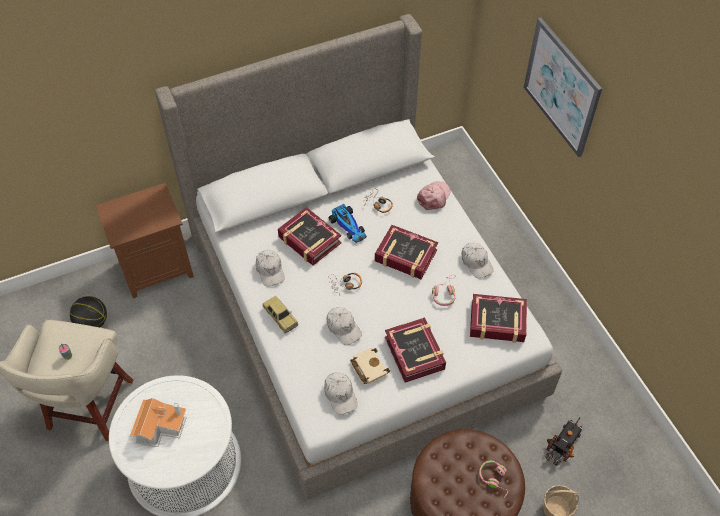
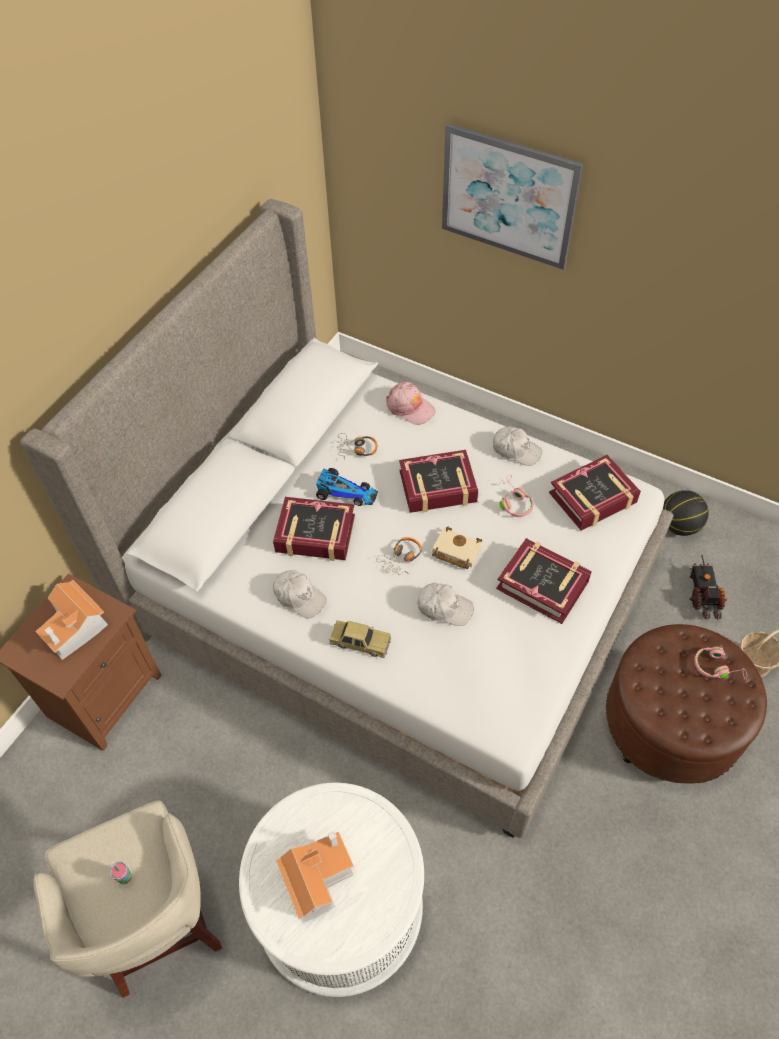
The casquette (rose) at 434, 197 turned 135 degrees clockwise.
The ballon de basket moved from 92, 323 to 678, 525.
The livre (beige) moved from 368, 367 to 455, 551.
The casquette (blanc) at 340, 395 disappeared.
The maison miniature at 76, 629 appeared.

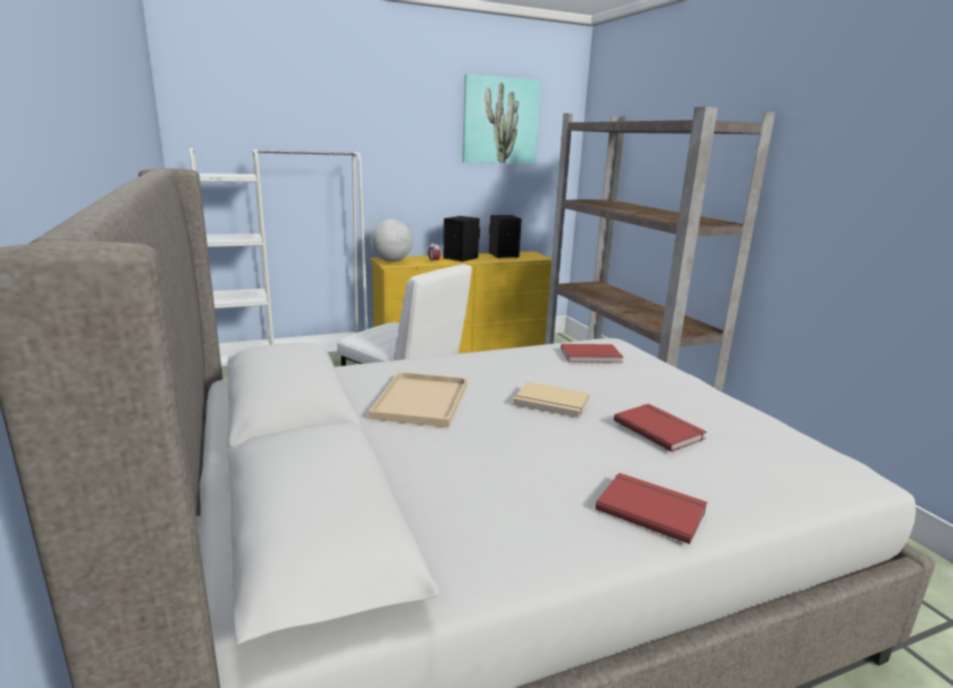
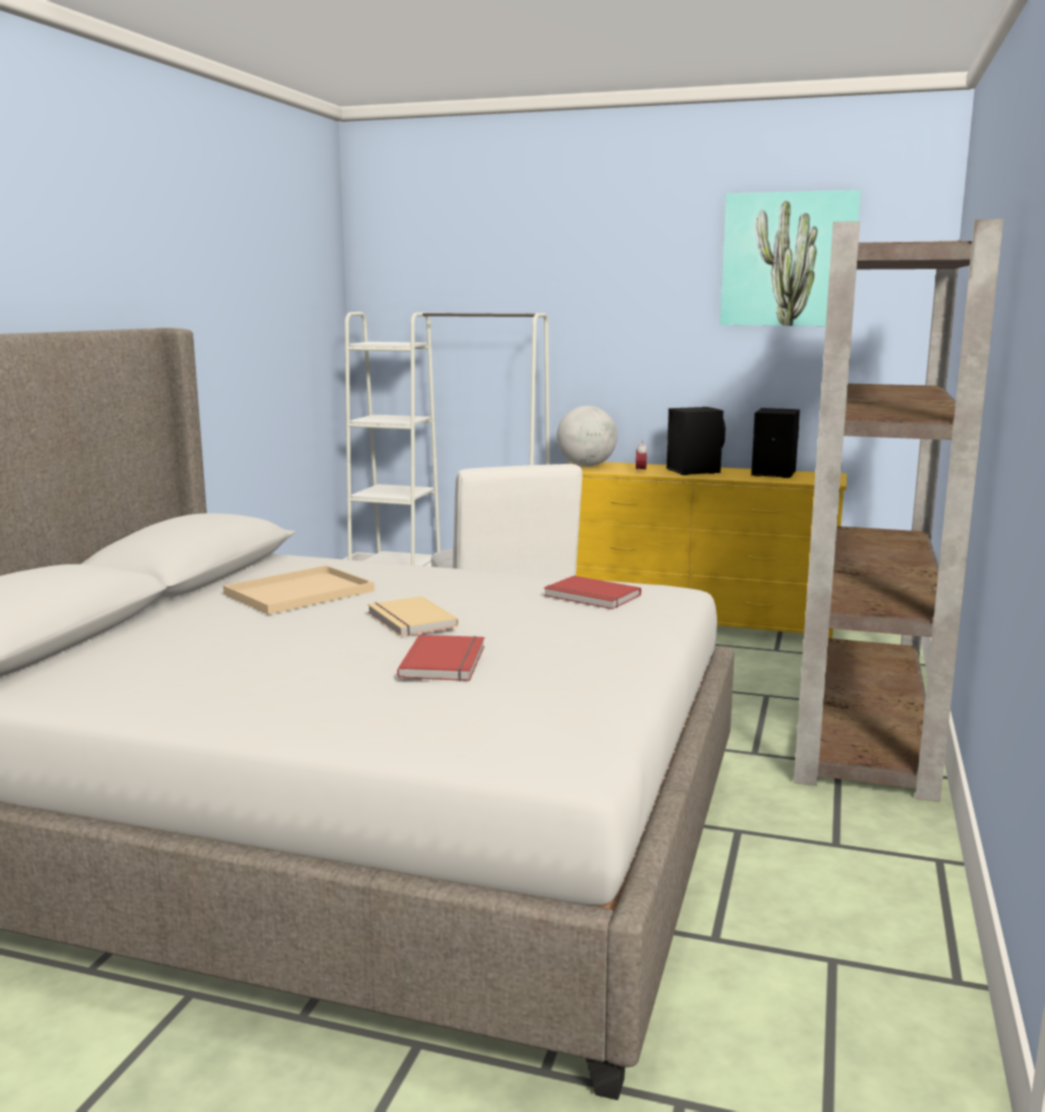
The livre (rouge) at 651, 508 disappeared.

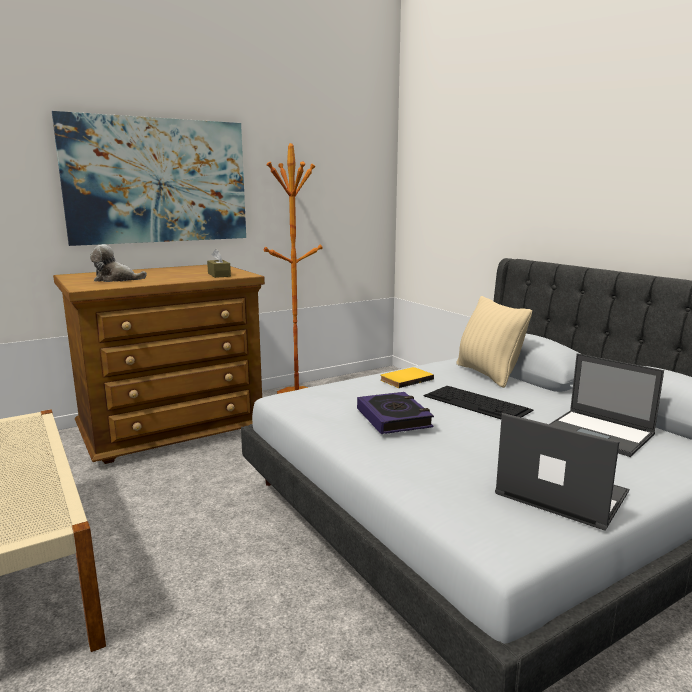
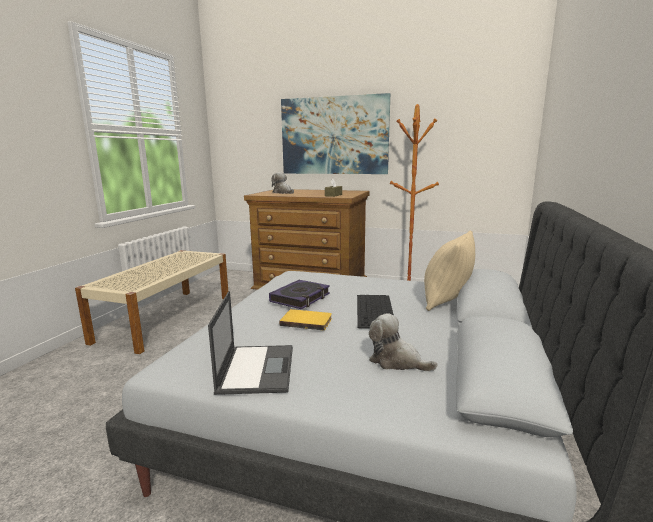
The ordinateur portable at 600, 433 was replaced by the peluche at 396, 361.
The livre (jaune) moved from 405, 379 to 307, 321.

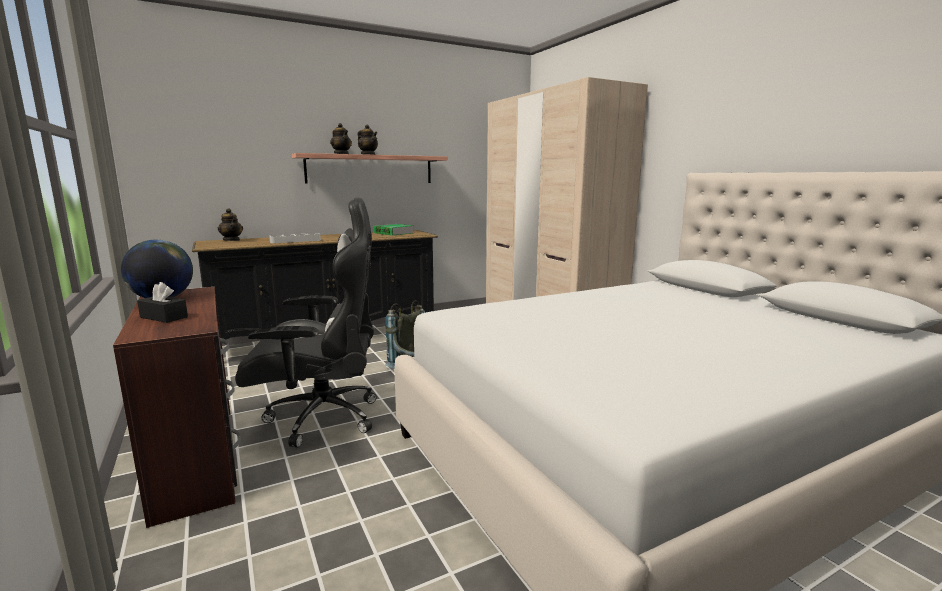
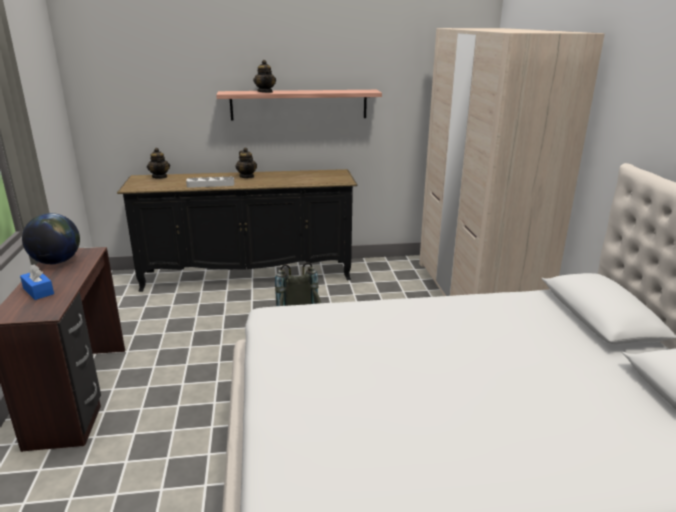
The théière moved from 368, 154 to 247, 176.
The chaise de bureau (noir) at 316, 419 disappeared.
The livre at 394, 233 disappeared.
The boîte à mouchoirs (noir) at 164, 317 became the boîte à mouchoirs (bleu) at 38, 291.

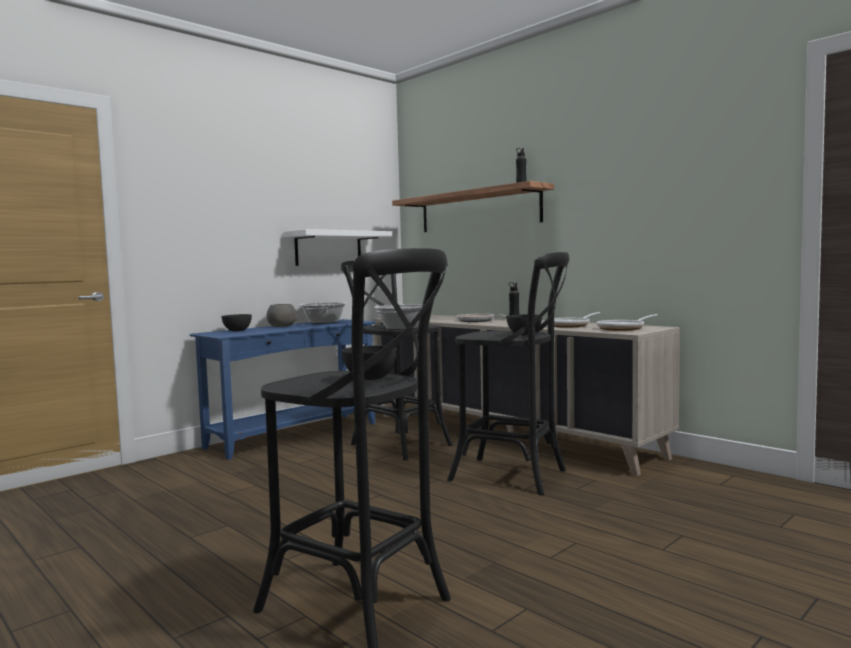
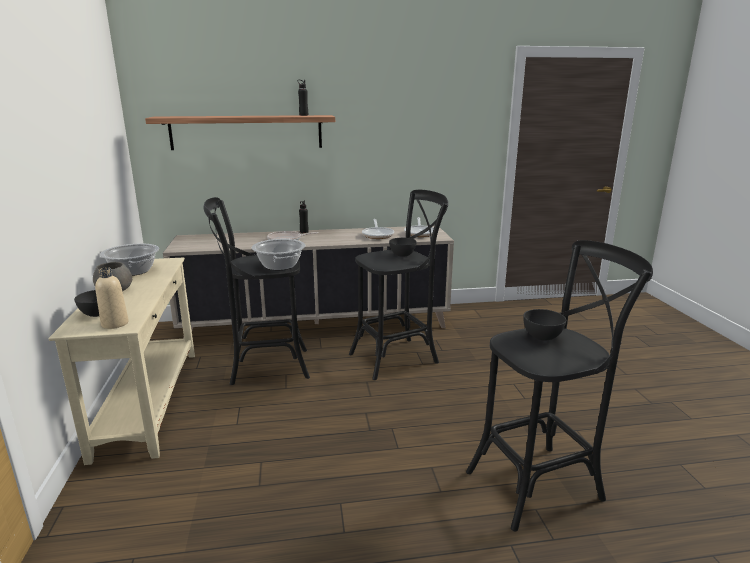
The étagère (blanc) at 328, 248 disappeared.
The table console (bleu) at 294, 435 became the table console (beige) at 148, 400.
The bouteille (beige) at 115, 324 appeared.

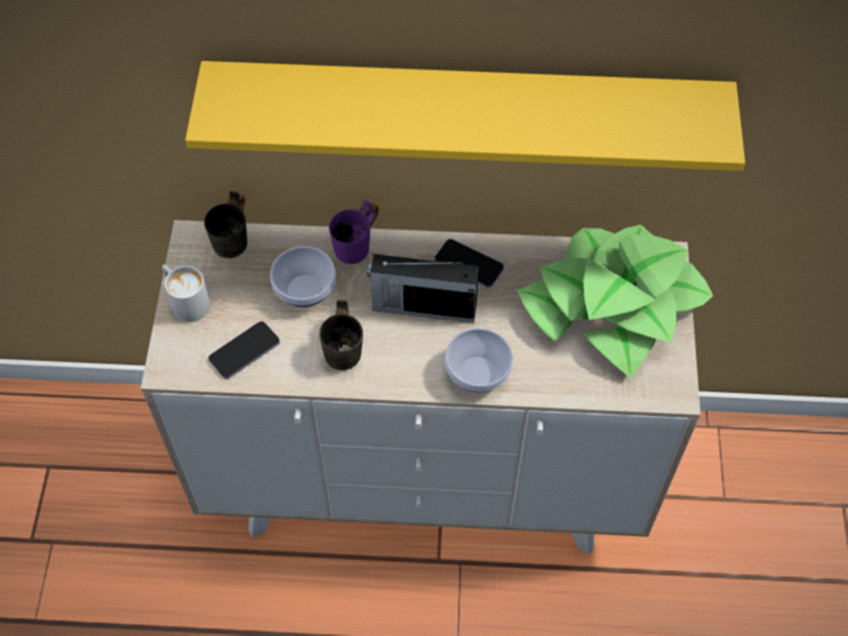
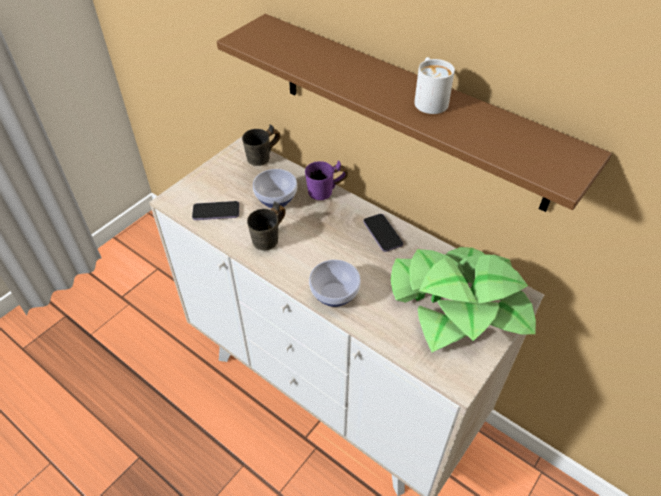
The étagère (jaune) at 465, 111 became the étagère (marron) at 410, 111.
The radio at 422, 307 disappeared.
The mug (blanc) moved from 186, 300 to 429, 99.

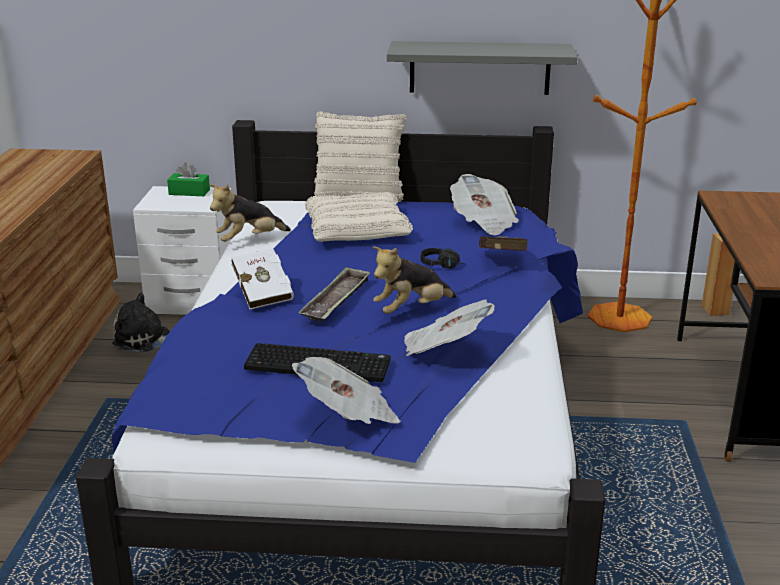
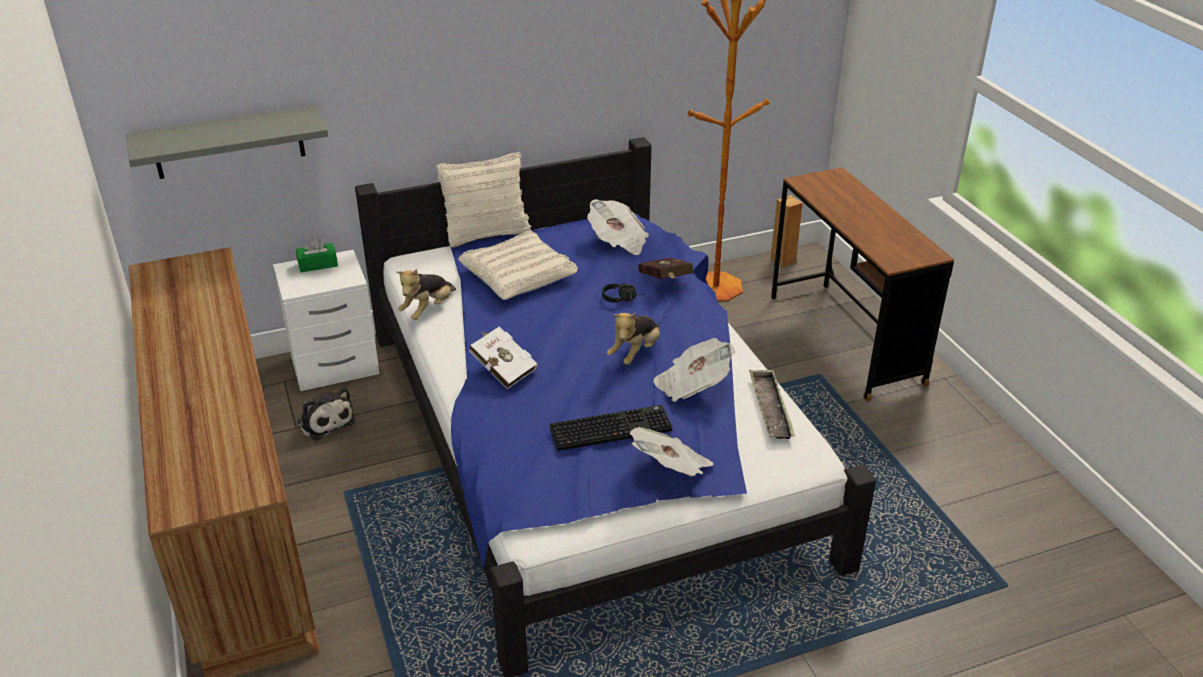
The étagère (gris) moved from 479, 68 to 228, 142.
The plateau moved from 336, 300 to 770, 409.
The peluche at 144, 340 turned 120 degrees counterclockwise.

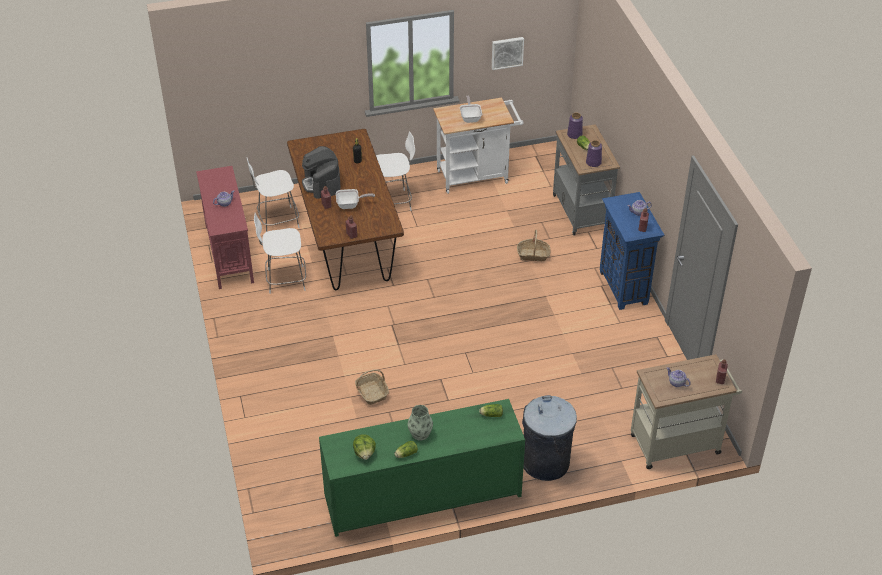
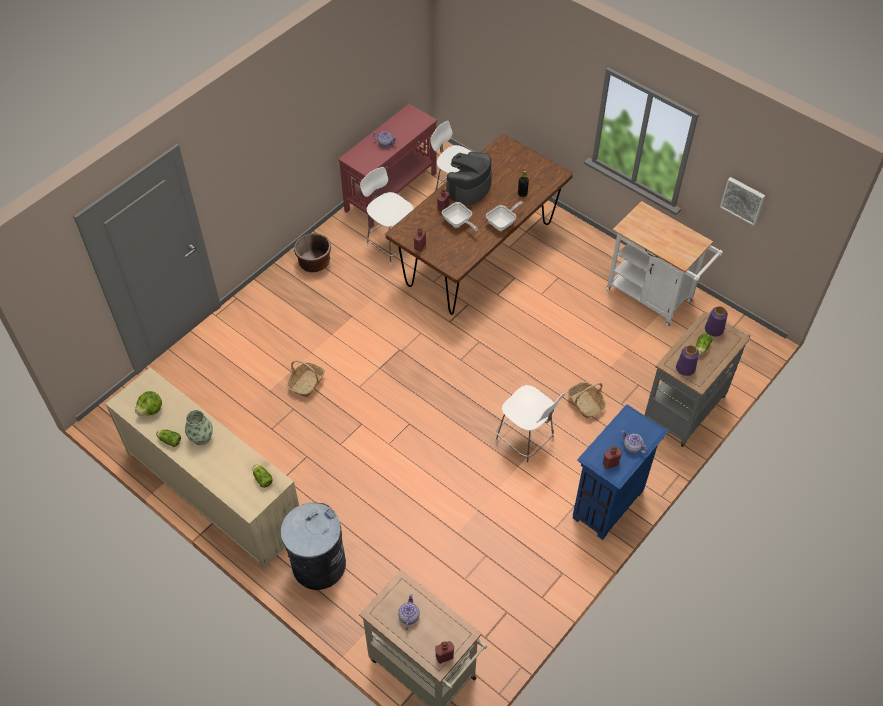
The poêle moved from 470, 117 to 503, 223.
The chaise (blanc) moved from 393, 202 to 526, 442.
The commode (vert) at 422, 496 became the commode (beige) at 212, 490.
The cache-pot (marron) at 314, 262 appeared.

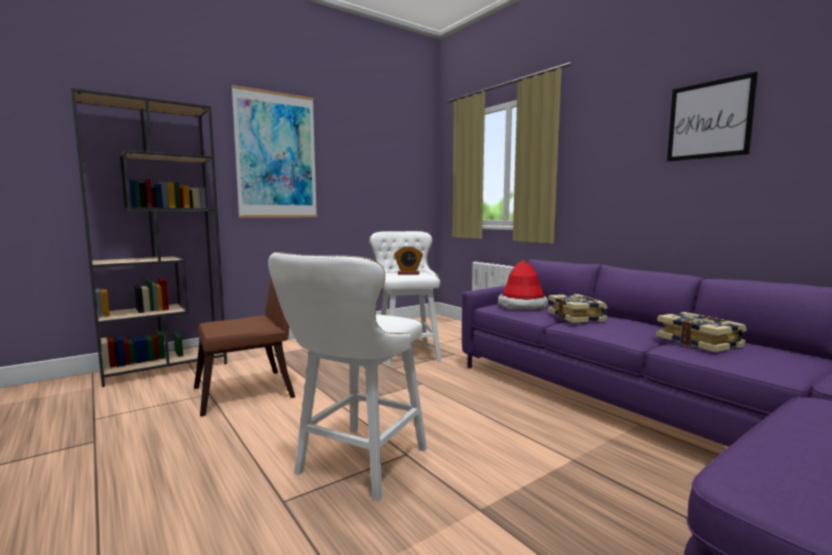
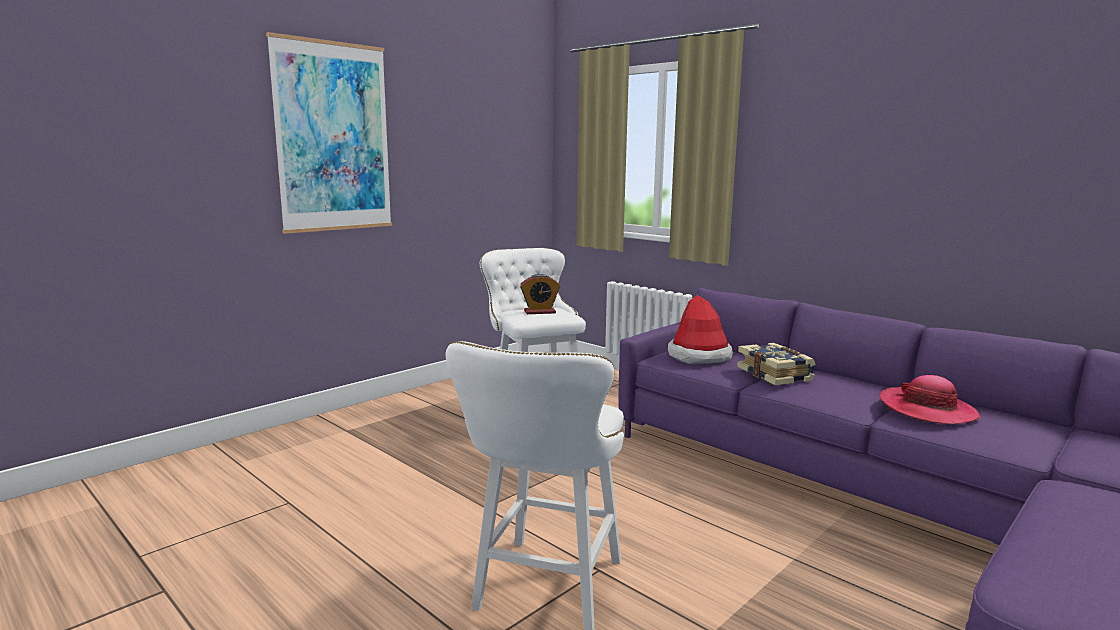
The tableau at 709, 120 disappeared.
The bibliothèque at 166, 367 disappeared.
The chaise (marron) at 251, 391 disappeared.
The livre at 699, 342 was replaced by the chapeau at 927, 410.

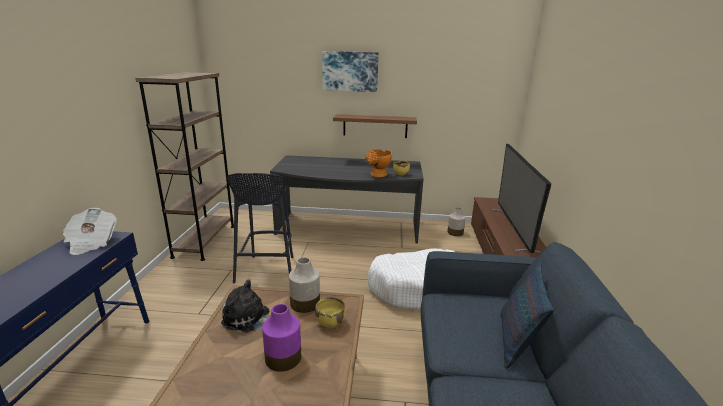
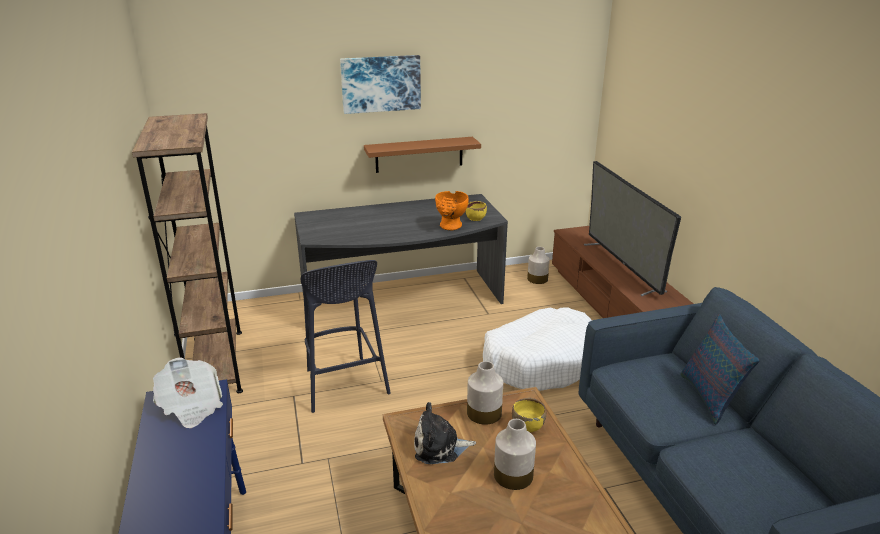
The vase (violet) at 282, 357 became the vase (beige) at 513, 475.

